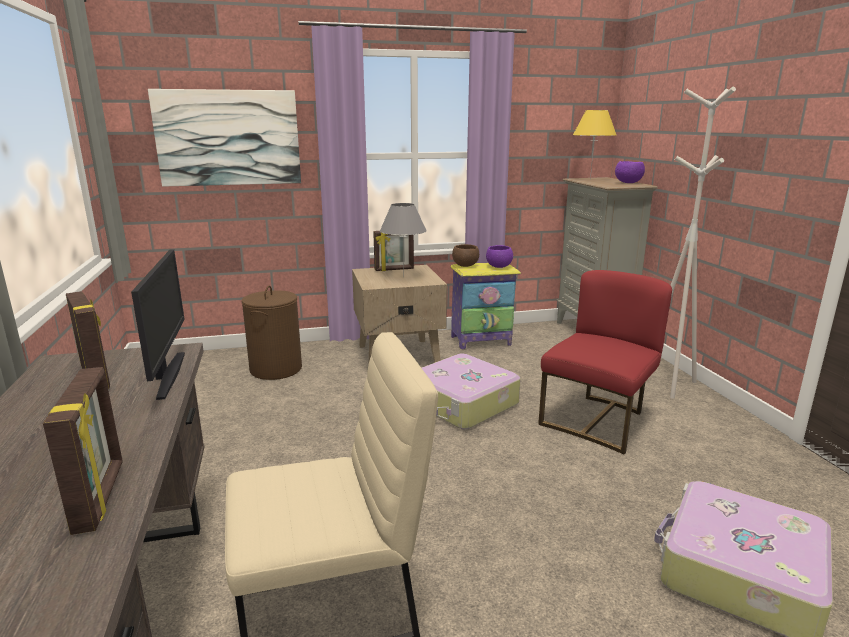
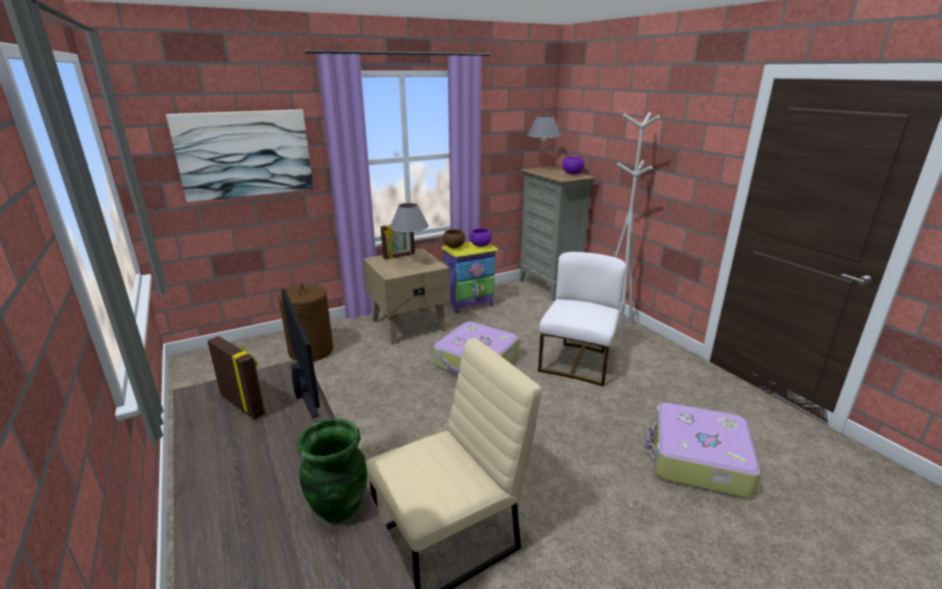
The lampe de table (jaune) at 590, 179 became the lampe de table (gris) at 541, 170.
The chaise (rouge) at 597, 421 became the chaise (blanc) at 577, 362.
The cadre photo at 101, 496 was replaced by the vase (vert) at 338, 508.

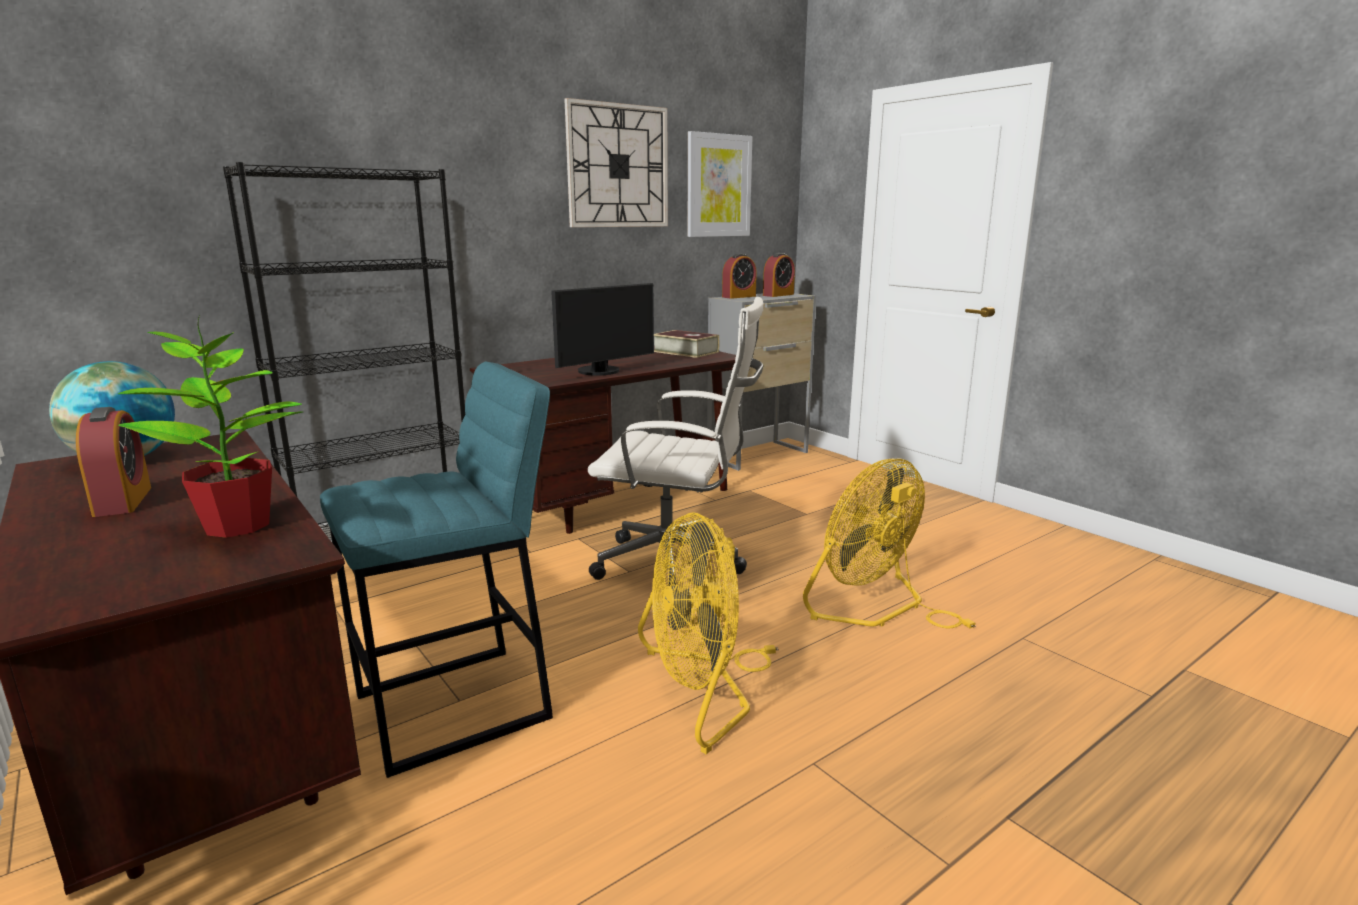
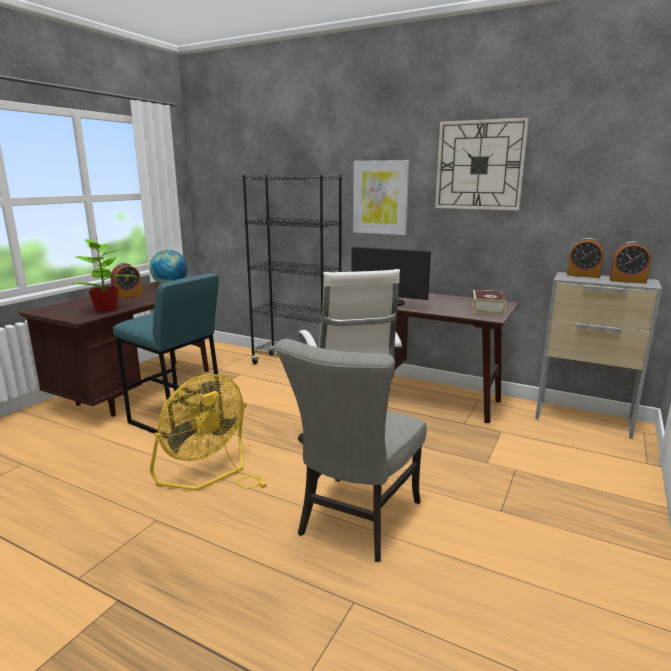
The tableau moved from 718, 186 to 380, 197.
The ventilateur (jaune) at 884, 606 was replaced by the chaise (gris) at 355, 521.

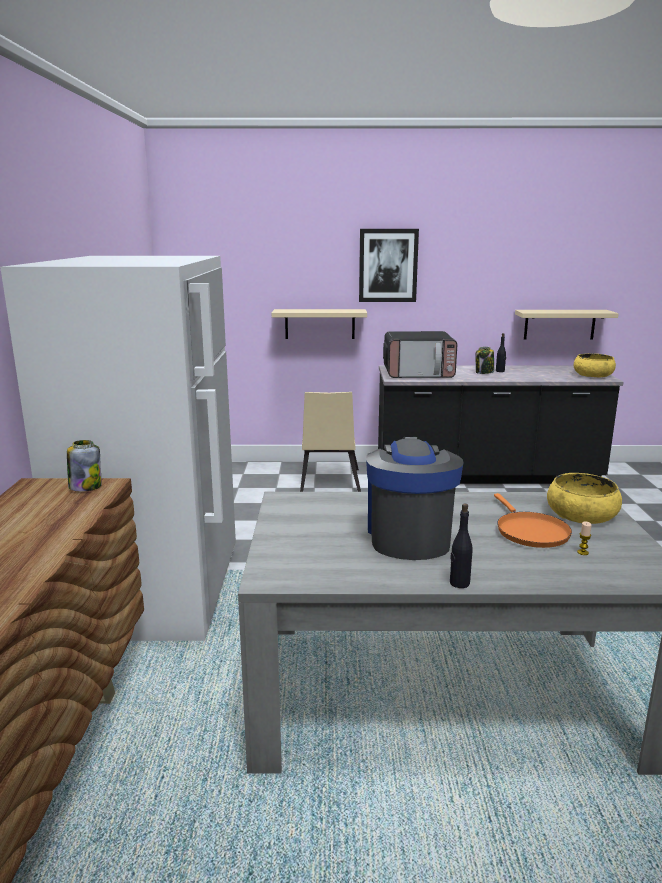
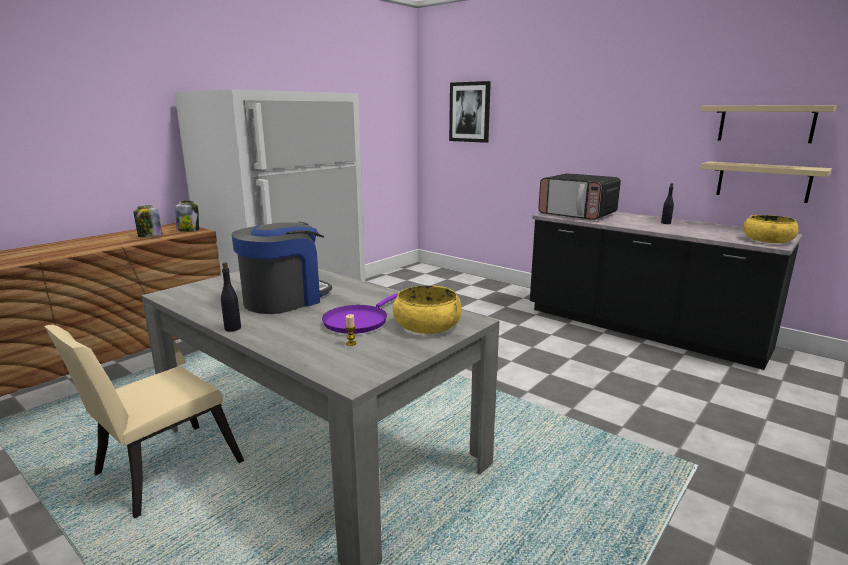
The tableau moved from 388, 265 to 470, 112.
The étagère (beige) moved from 319, 324 to 766, 123.
The bocal moved from 484, 372 to 150, 236.
The chaise (beige) moved from 329, 483 to 160, 471.
The poêle (orange) at 529, 531 became the poêle (violet) at 357, 321.

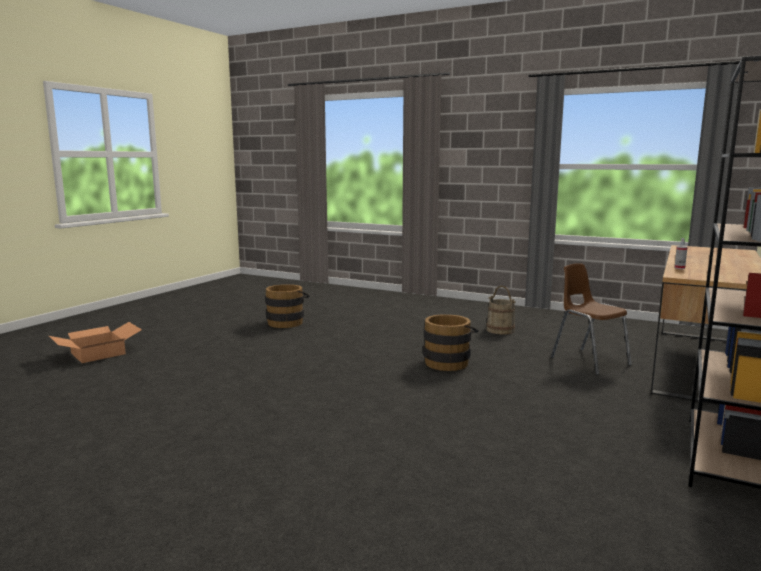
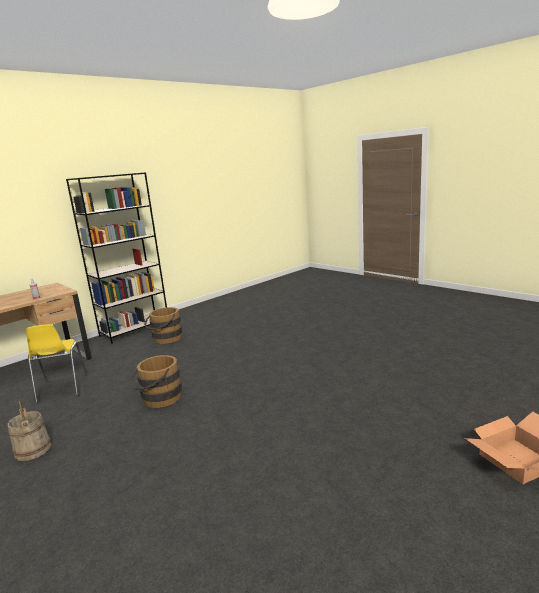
The chaise (marron) at 589, 361 became the chaise (jaune) at 61, 388.
The seau (marron) moved from 287, 322 to 165, 339.

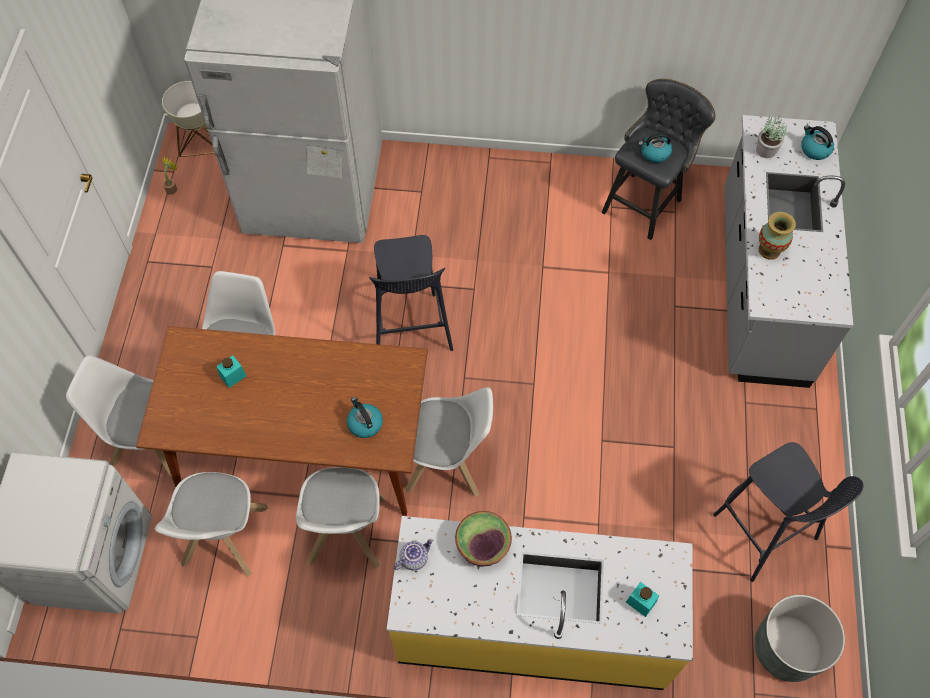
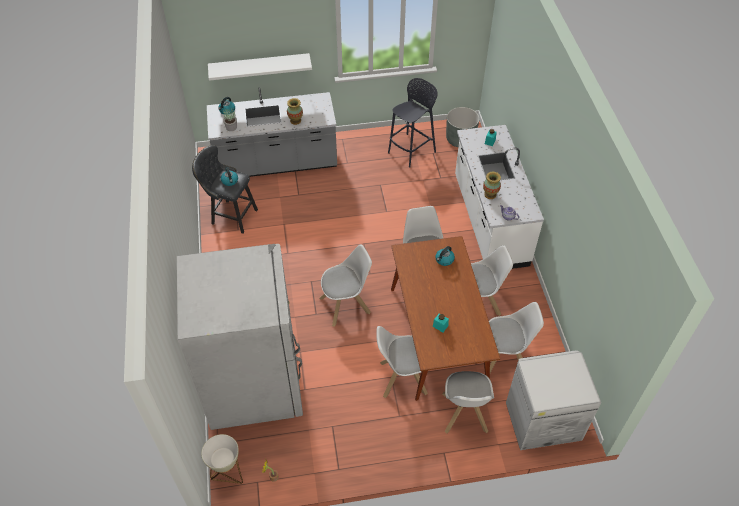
The tabouret (gris) at 411, 328 was replaced by the chaise at 346, 305.
The bol at 482, 545 was replaced by the vase at 490, 195.
The comptoir de cuisine (jaune) at 533, 625 became the comptoir de cuisine (blanc) at 489, 221.
The étagère (blanc) at 259, 66 appeared.

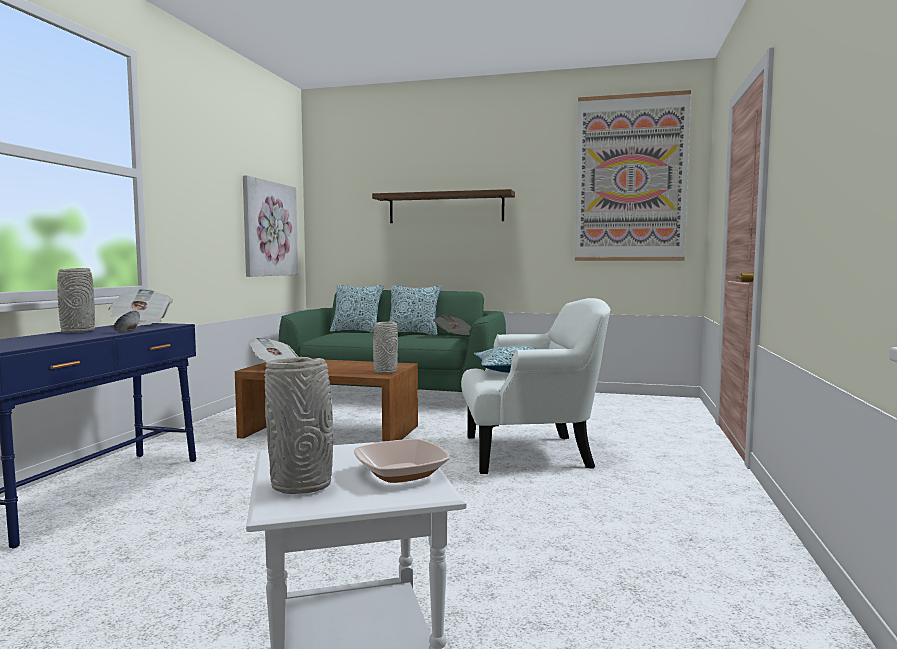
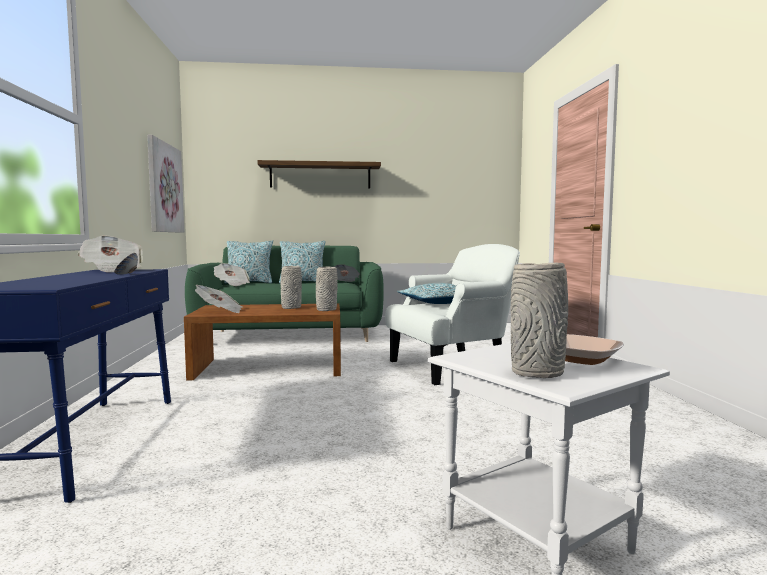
The tableau at 630, 178 disappeared.
The vase (gris) moved from 77, 331 to 290, 307.
The journal at 232, 284 appeared.

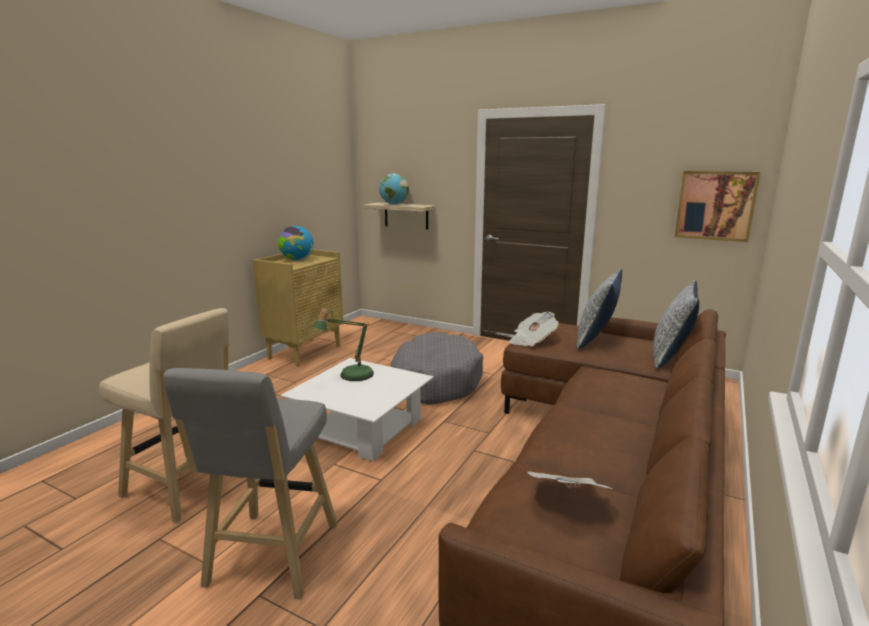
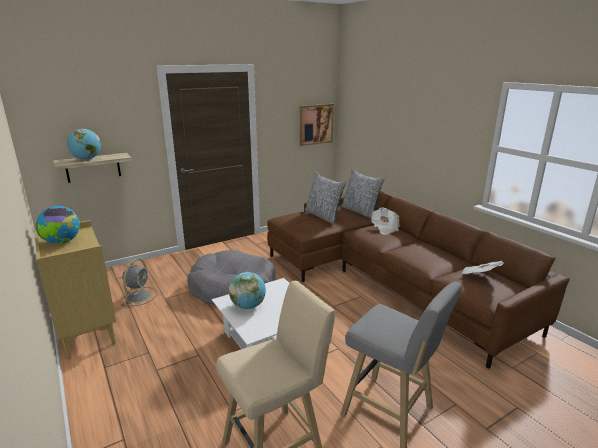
The lampe de table at 351, 376 was replaced by the globe at 248, 306.
The journal moved from 532, 341 to 384, 228.
The ventilateur (gris) at 139, 296 appeared.

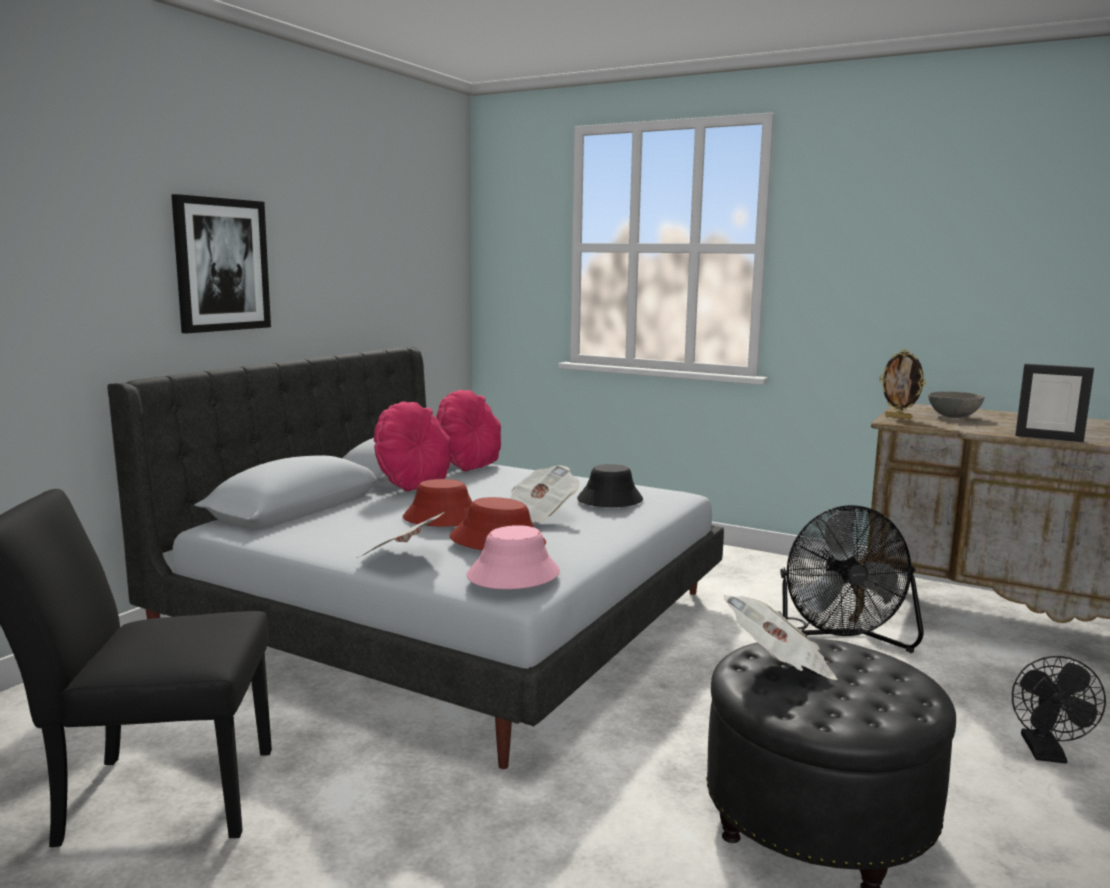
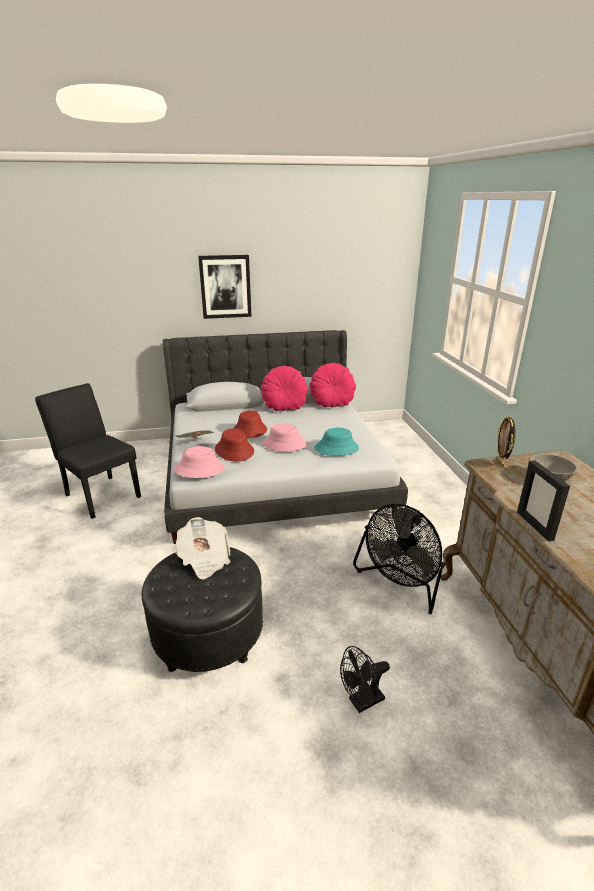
The chapeau (noir) at 609, 500 became the chapeau (turquoise) at 336, 448.
The journal at 538, 515 was replaced by the chapeau (rose) at 284, 444.

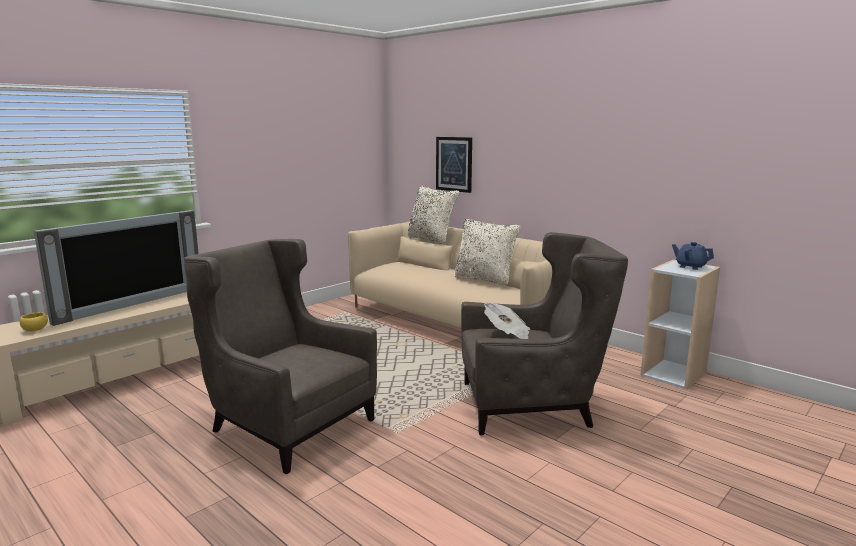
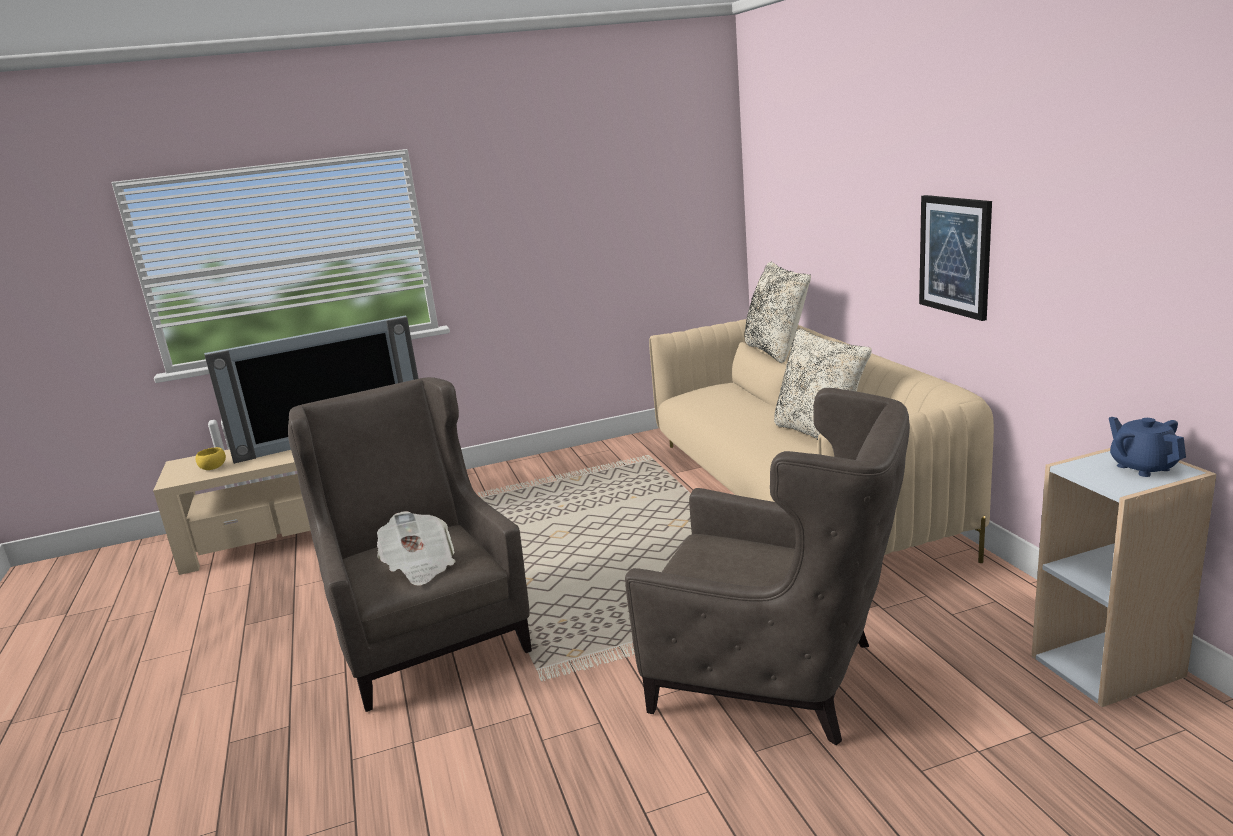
The tableau moved from 454, 164 to 955, 255.
The journal moved from 507, 333 to 419, 566.

